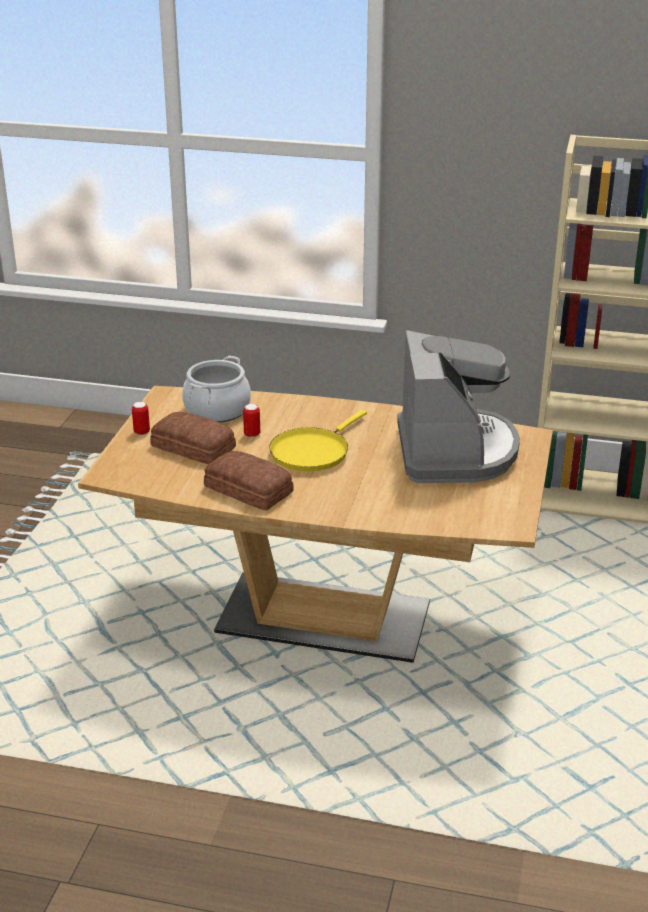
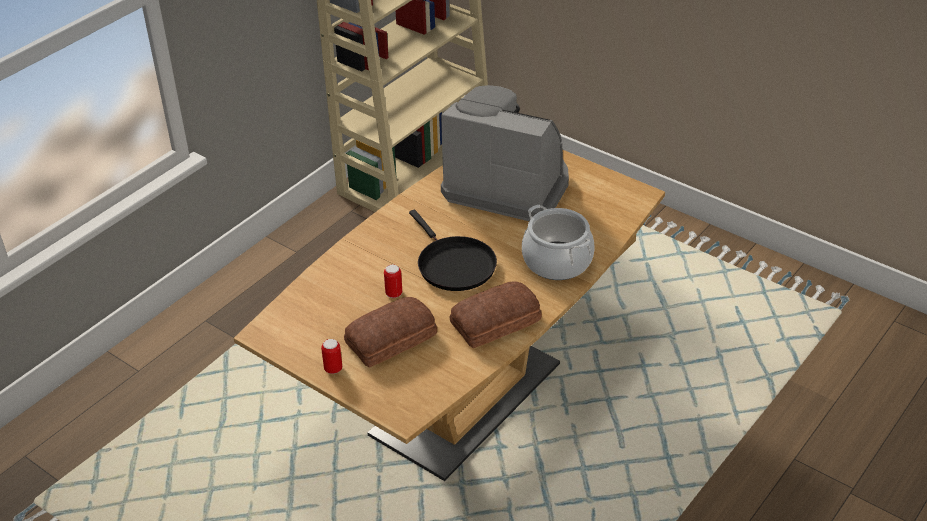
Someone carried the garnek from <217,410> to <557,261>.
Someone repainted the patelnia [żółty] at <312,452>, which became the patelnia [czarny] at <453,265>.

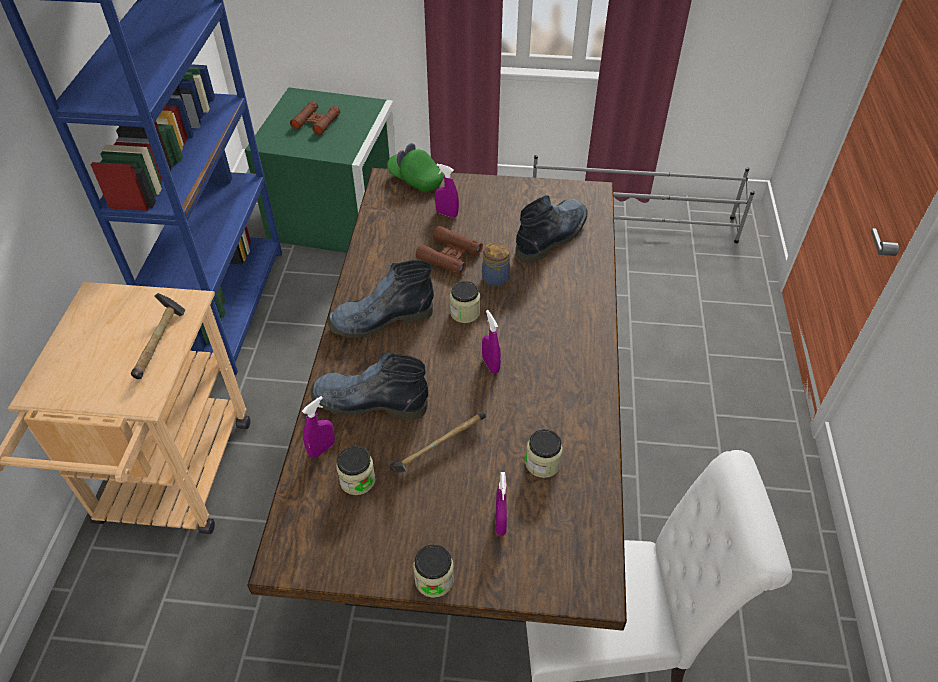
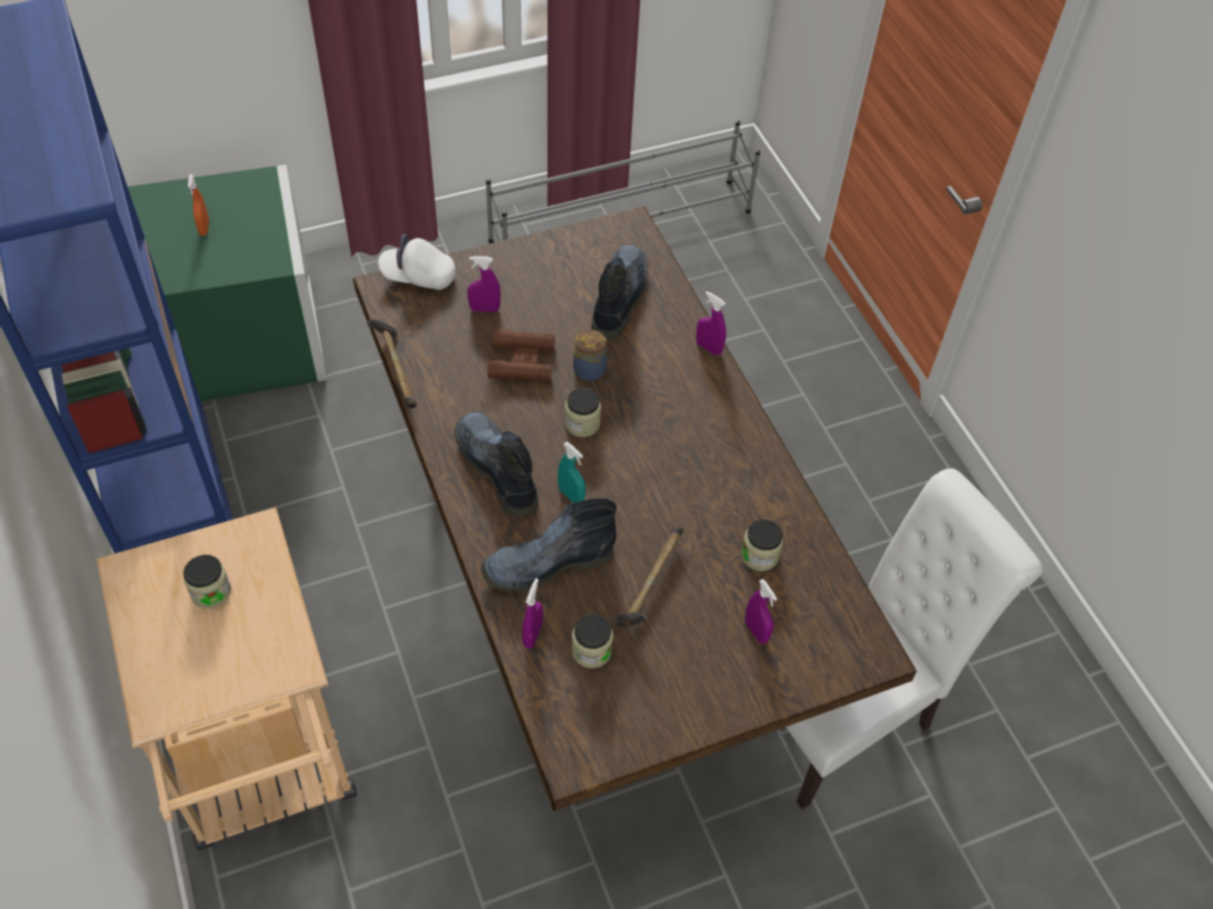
Someone swapped the lornetka [brązowy] at <316,122> for the spryskiwacz [pomarańczowy] at <204,228>.
Someone repainted the czapka z daszkiem [zielony] at <415,180>, which became the czapka z daszkiem [biały] at <418,276>.
Someone rotated the but z cholewką at <380,320> by 105 degrees clockwise.
Someone carried the młotek from <160,343> to <397,370>.
Someone carried the spryskiwacz [fioletowy] from <490,365> to <708,348>.
Someone carried the słoik from <434,579> to <211,591>.
Someone put down the spryskiwacz [turkusowy] at <571,496>.

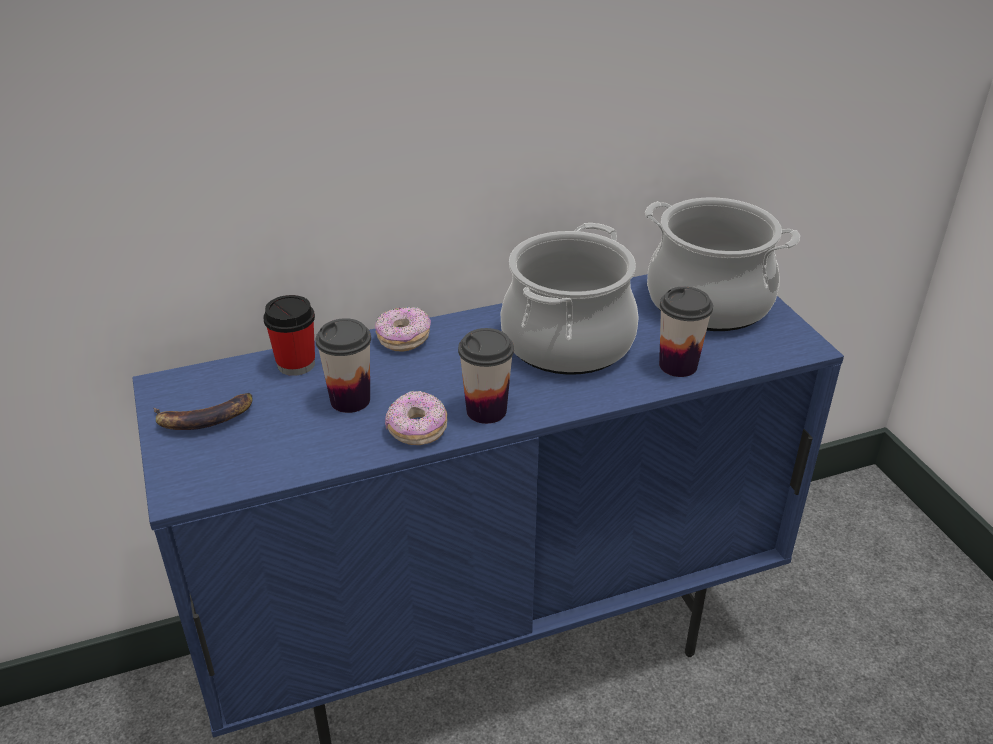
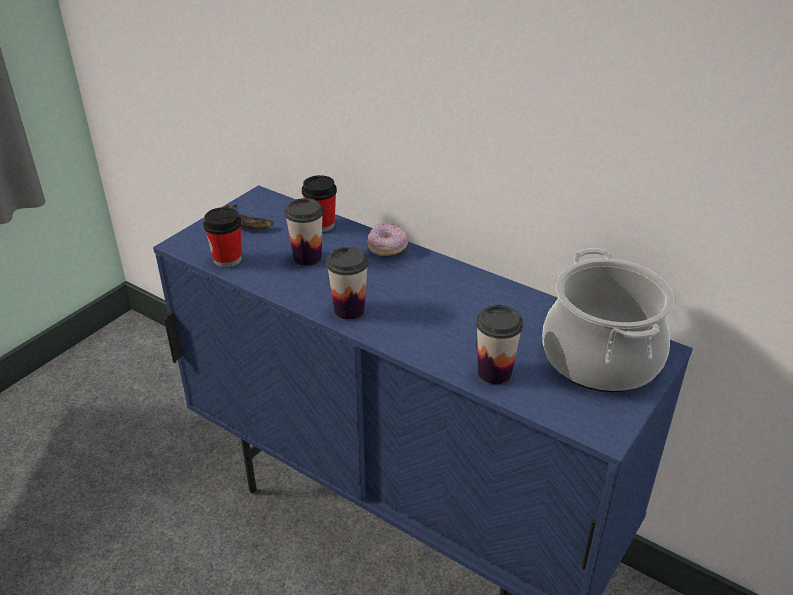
Someone took away the garnek at <567,342>.
Someone took away the donut at <417,430>.
Someone put down the filiżanka at <227,259>.

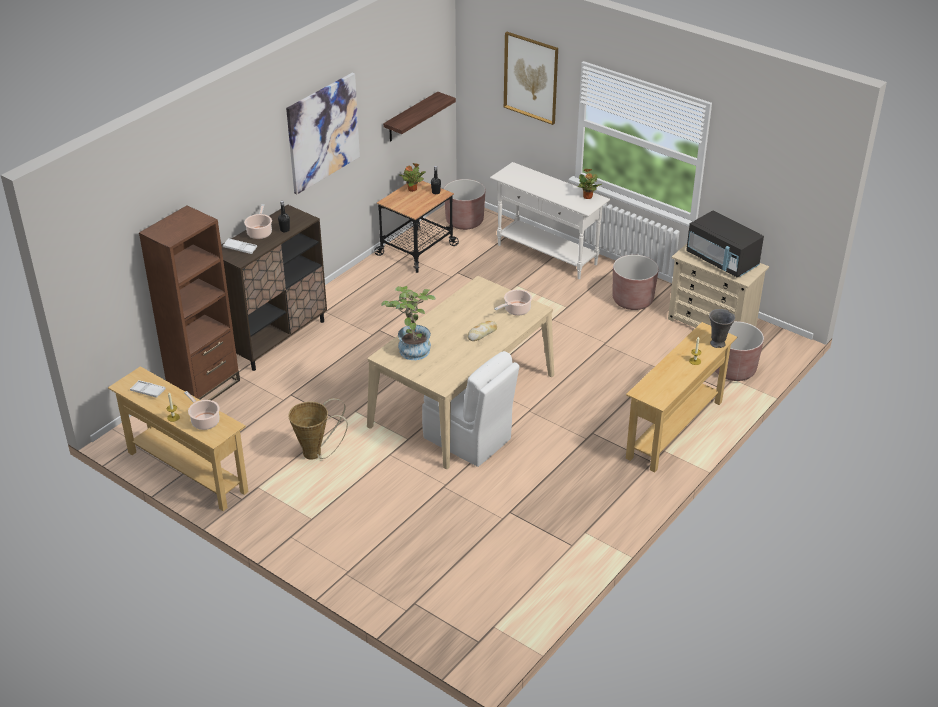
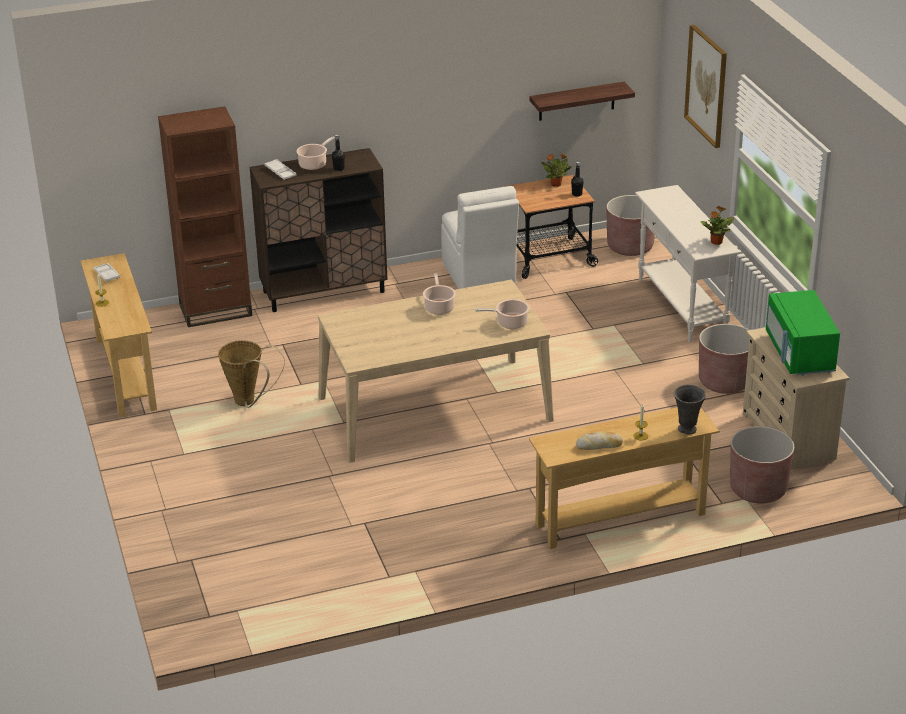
Someone took away the obraz at <323,132>.
Someone repainted the mikrofalówka [czarny] at <722,261>, which became the mikrofalówka [zielony] at <799,354>.
Someone took away the roślina doniczkowa at <411,348>.
Someone carried the chleb from <482,333> to <599,445>.
Someone carried the krzesło [biały] from <469,439> to <479,276>.
Someone carried the garnek from <204,421> to <439,307>.

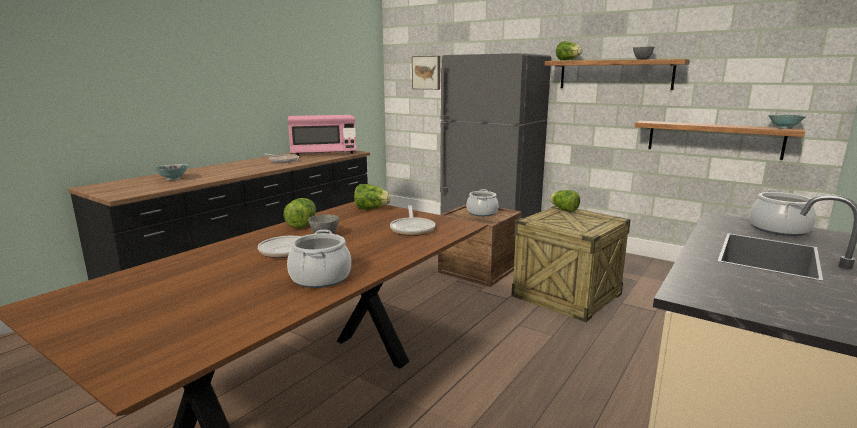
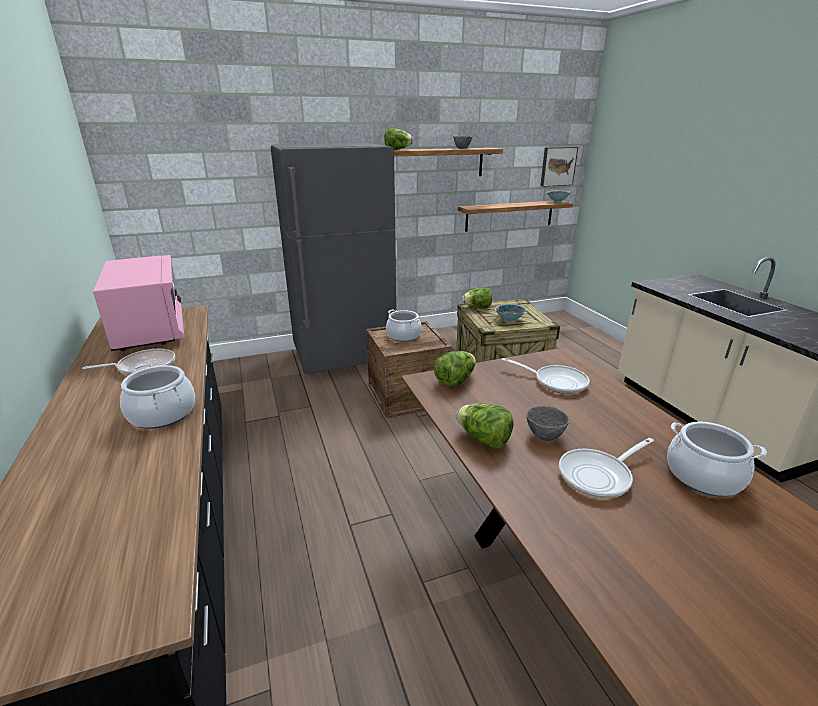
Someone carried the obraz from <427,72> to <557,166>.
Someone rotated the mikrofalówka [różowy] at <323,153> by 45 degrees counterclockwise.
Someone carried the miska from <173,179> to <509,321>.
Someone carried the garnek from <778,229> to <162,414>.

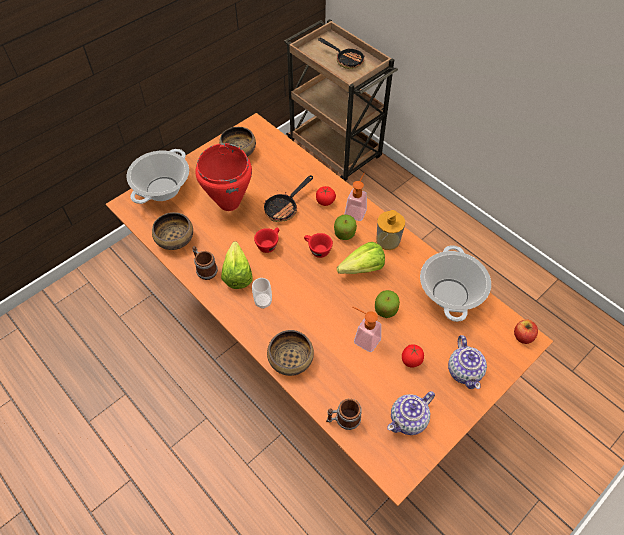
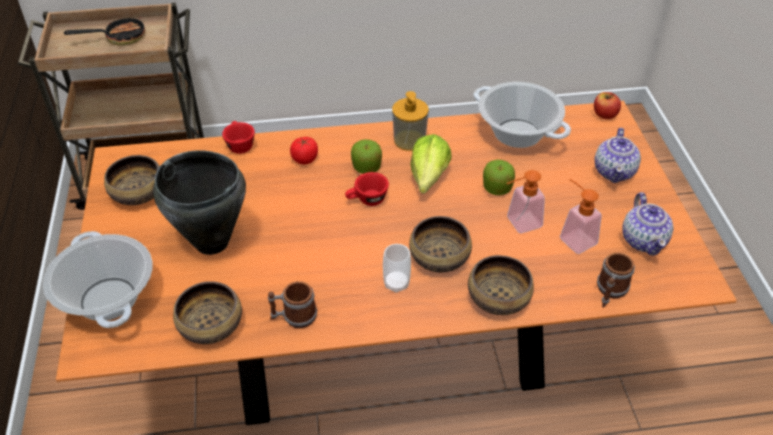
Someone repainted the garnek [czerwony] at <228,203>, which became the garnek [czarny] at <212,243>.
Someone carried the dozownik mydła from <357,210> to <573,237>.
Someone took away the patelnia at <284,208>.
Someone carried the filiżanka [czerwony] from <269,244> to <239,145>.
Someone took away the sałata at <238,271>.
Someone rotated the imbryk at <464,371> by 75 degrees clockwise.
Someone took away the pomidor at <411,361>.
Someone put down the miska at <440,257>.

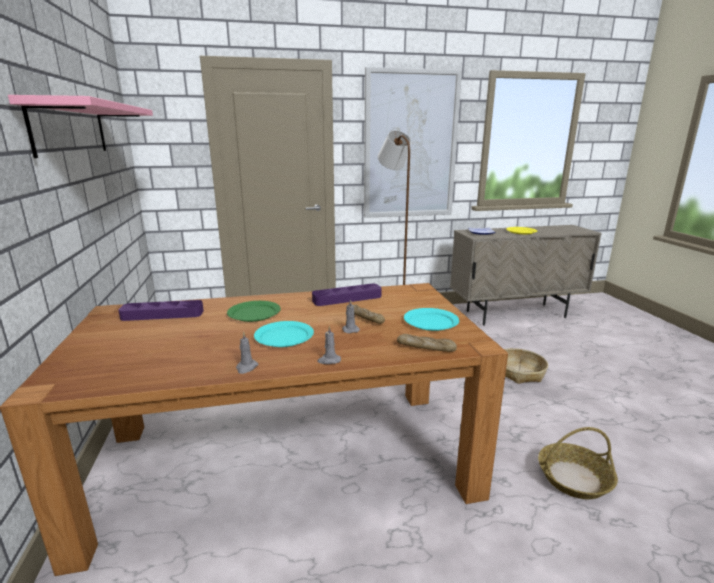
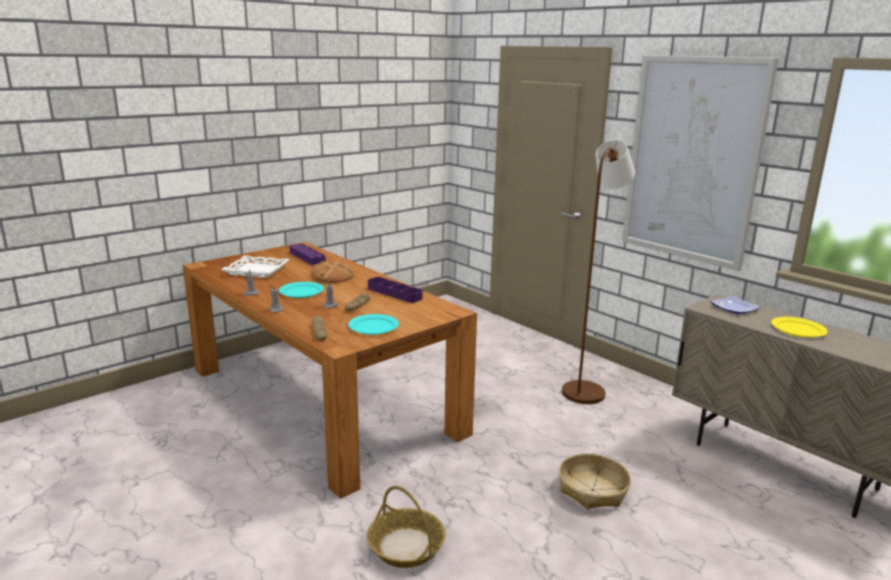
Someone took away the półka [różowy] at <70,129>.
Someone swapped the talerz [zielony] at <254,313> for the chleb at <332,276>.
Someone put down the taca [biały] at <256,271>.

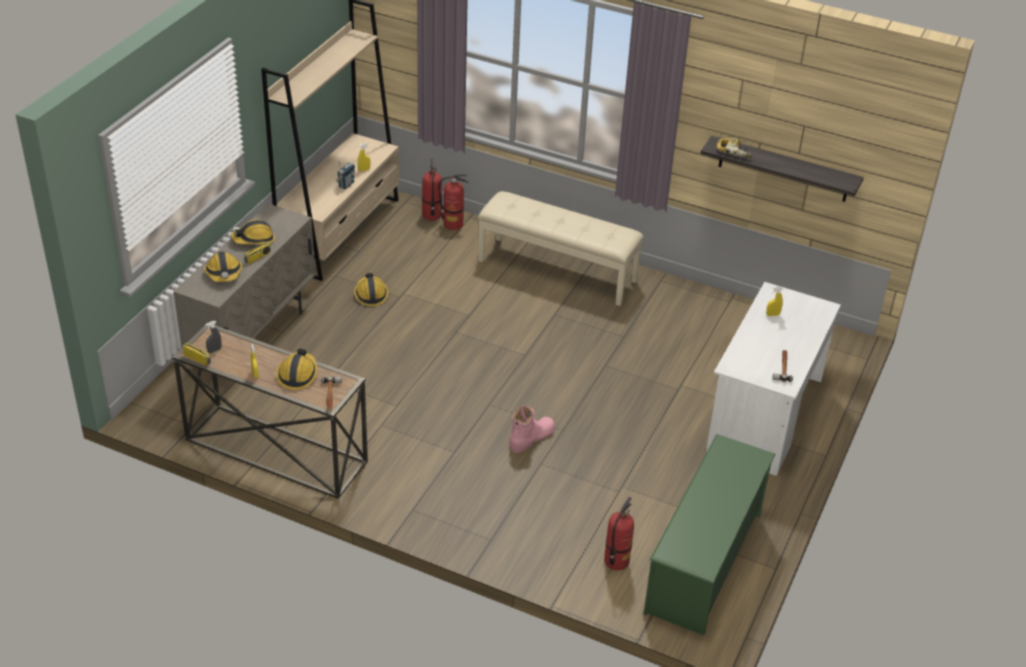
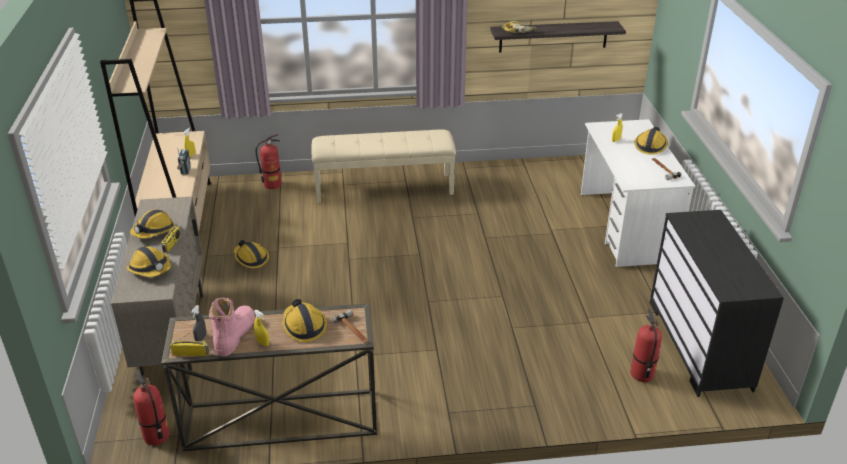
Someone carried the gaśnica from <431,215> to <156,436>.
Someone carried the but z cholewką [różowy] from <531,438> to <234,334>.
Someone swapped the regał na buty [zielony] at <704,562> for the komoda [czarny] at <700,345>.
Someone put down the kask at <650,146>.

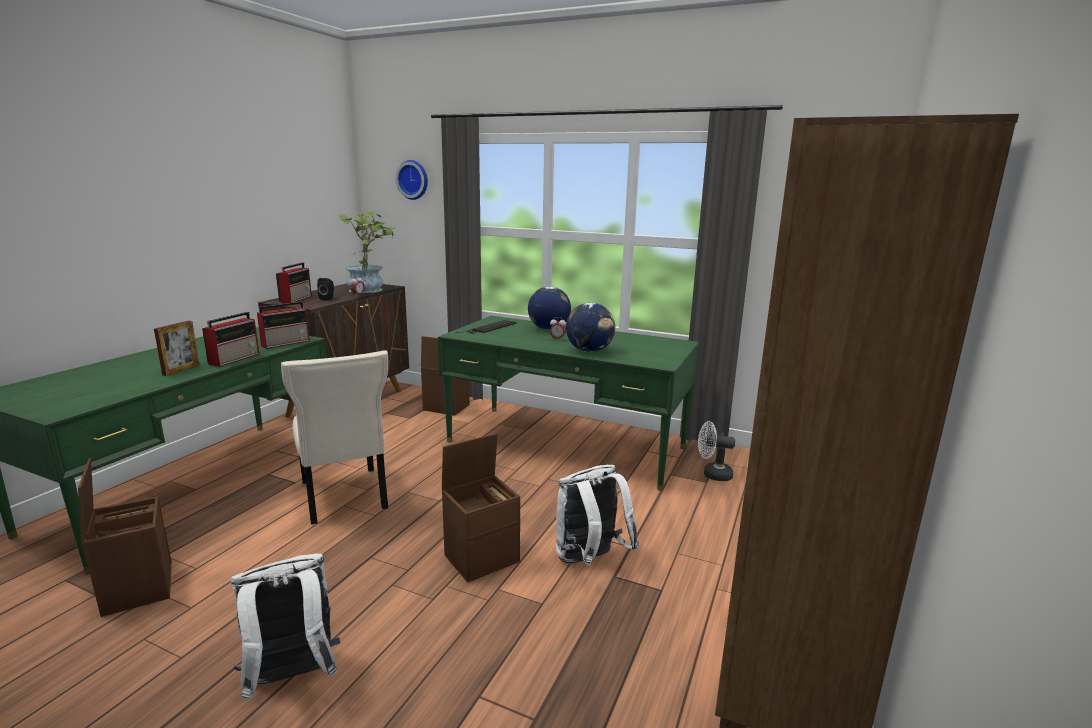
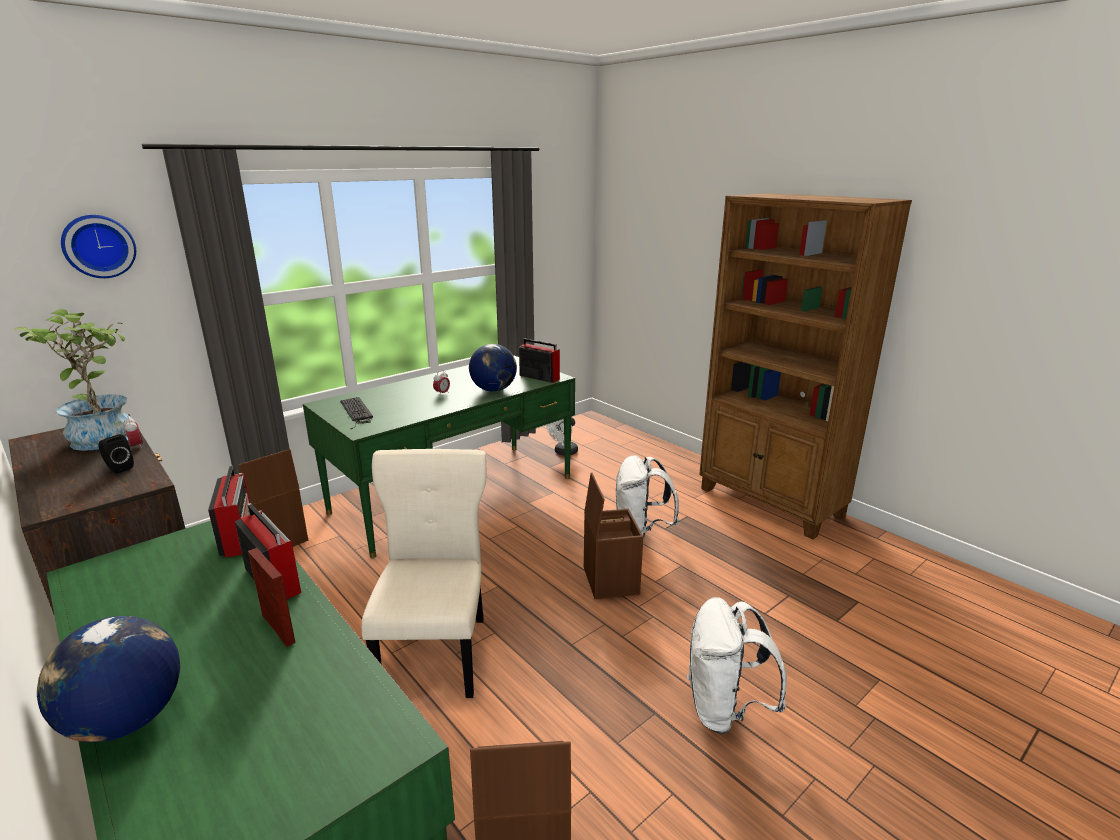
Someone carried the radio from <296,299> to <538,377>.
Someone carried the globus from <548,329> to <126,720>.
Someone rotated the krzesło [beżowy] at <344,497> by 90 degrees counterclockwise.

